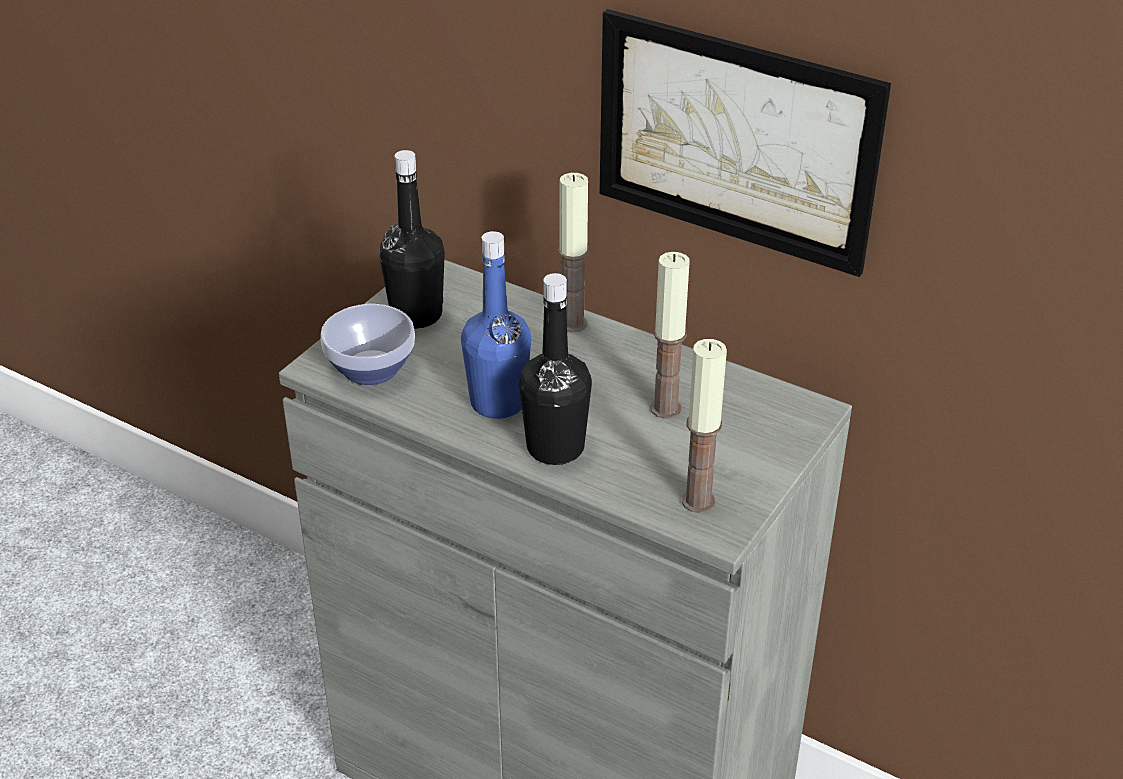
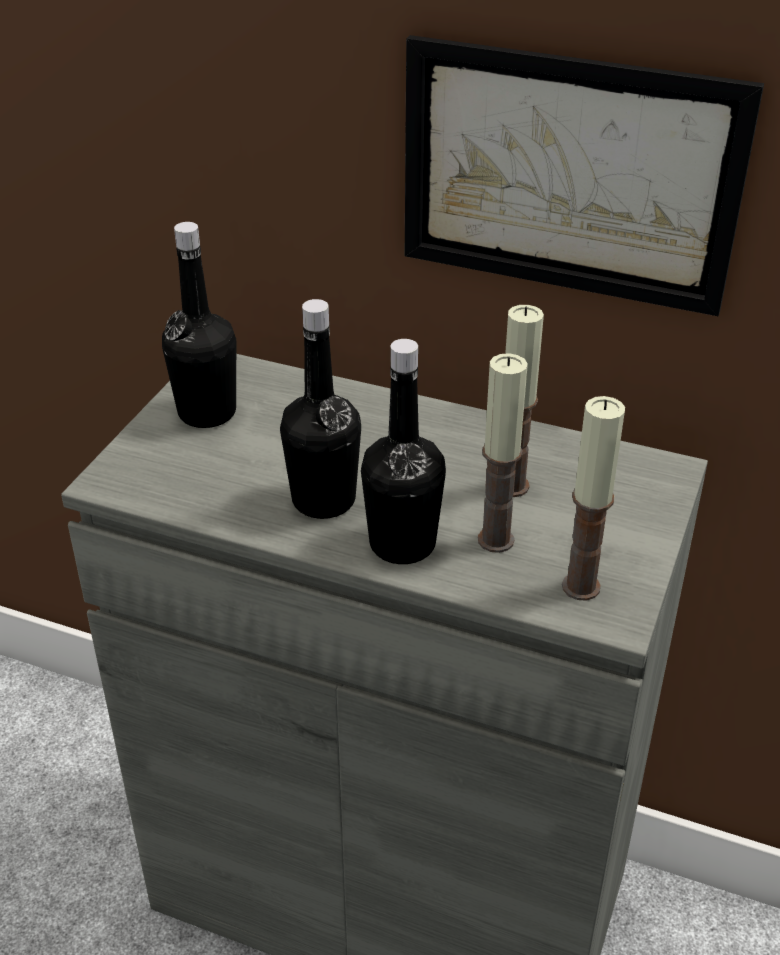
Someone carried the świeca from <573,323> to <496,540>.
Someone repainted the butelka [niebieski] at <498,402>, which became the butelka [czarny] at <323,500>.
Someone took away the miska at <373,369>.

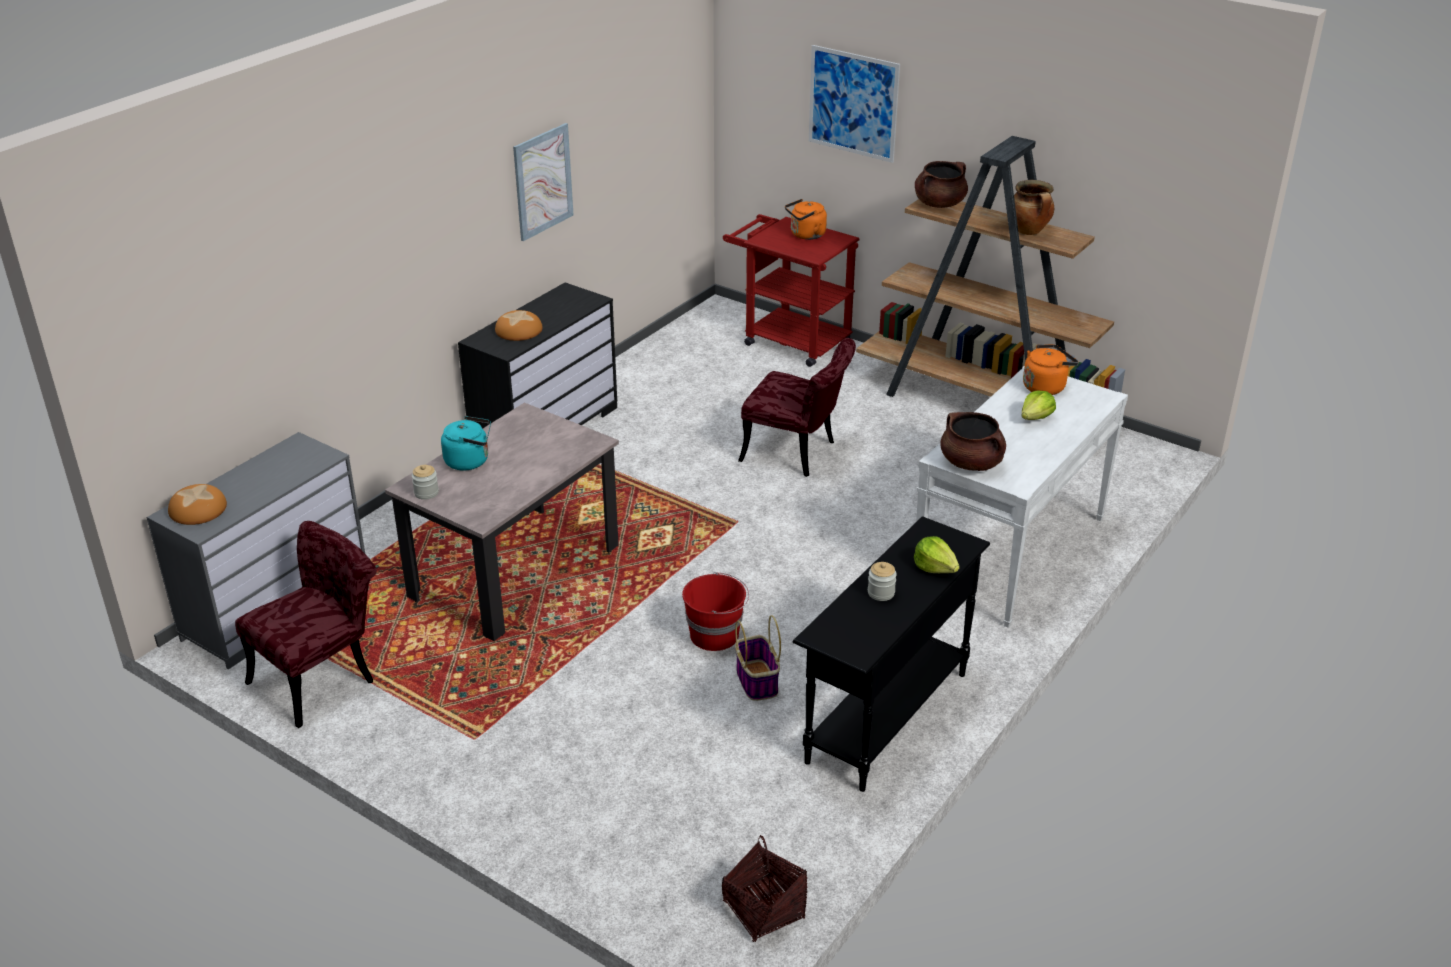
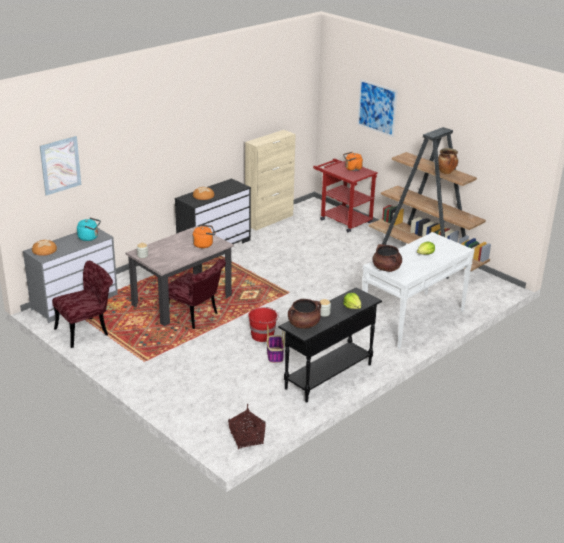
Someone carried the obraz from <543,181> to <60,165>.
Someone carried the garnek [brązowy] from <939,204> to <303,324>.
Someone carried the krzesło [czerwony] from <797,453> to <195,317>.
Someone carried the czajnik [pomarańczowy] from <1045,386> to <204,244>.
Someone carried the czajnik [turkusowy] from <470,461> to <89,238>.
Someone put down the szafka [beżowy] at <269,220>.

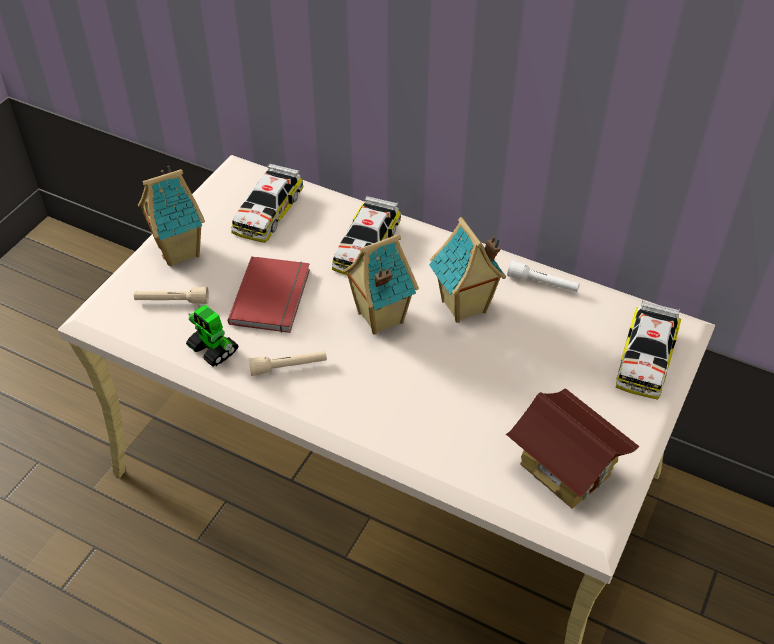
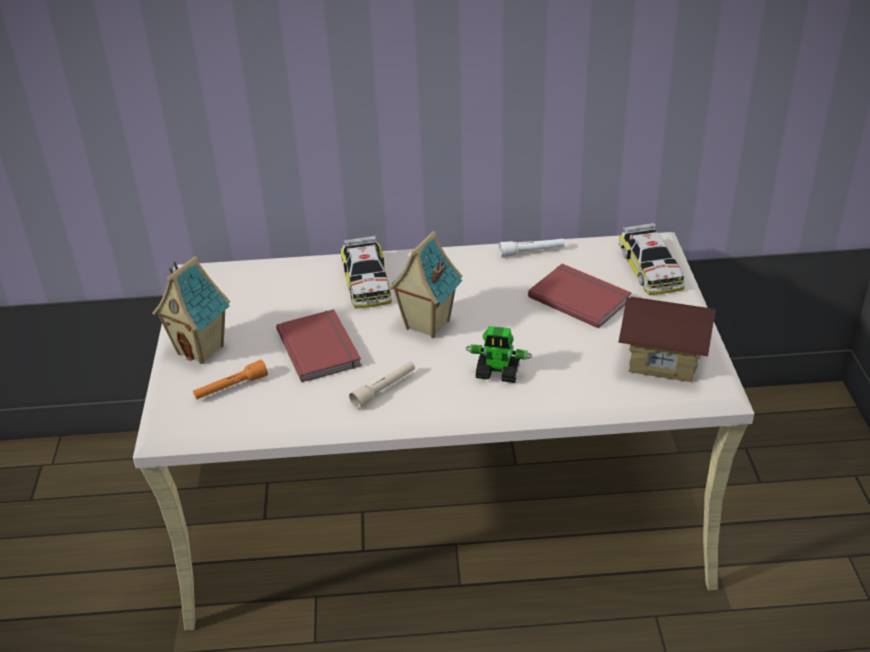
Someone took away the samochodzik at <267,212>.
Someone took away the domek at <464,307>.
Someone repainted the latarka [beżowy] at <172,301>, which became the latarka [pomarańczowy] at <231,387>.
Someone carried the robot zabawkowy from <213,349> to <498,373>.
Someone put down the książka [czerwony] at <580,297>.

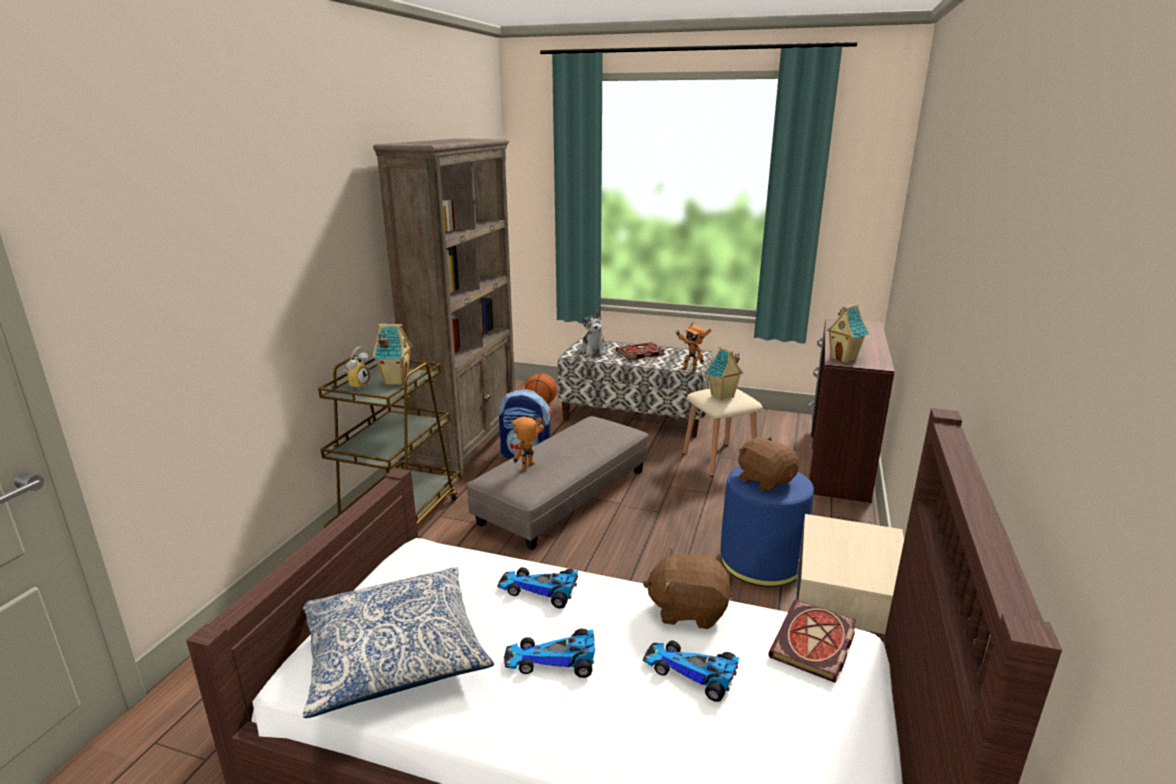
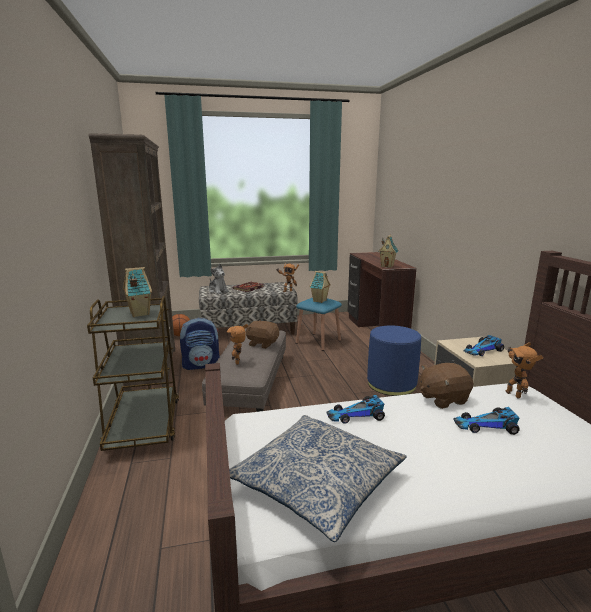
Someone took away the budzik at <358,385>.
Someone repainted the stołek [beżowy] at <719,459>, which became the stołek [niebieski] at <318,341>.
Someone carried the pluszak [brązowy] from <765,480> to <262,344>.
Someone swapped the książka at <814,644> for the robot zabawkowy at <514,394>.
Someone carried the samochodzik from <553,660> to <482,350>.

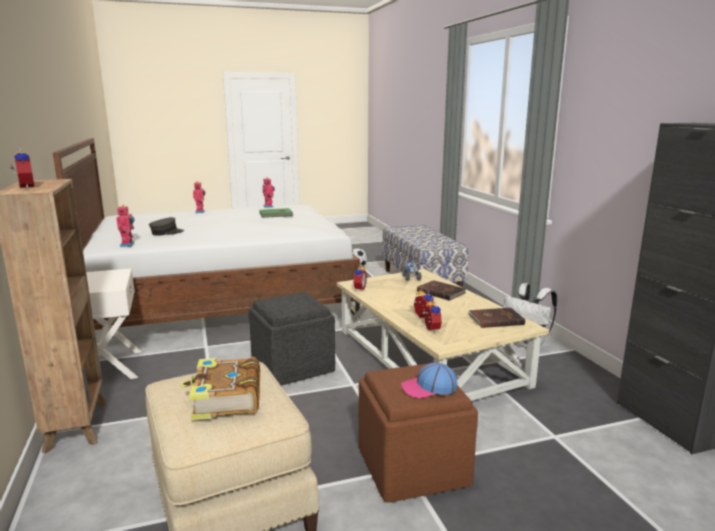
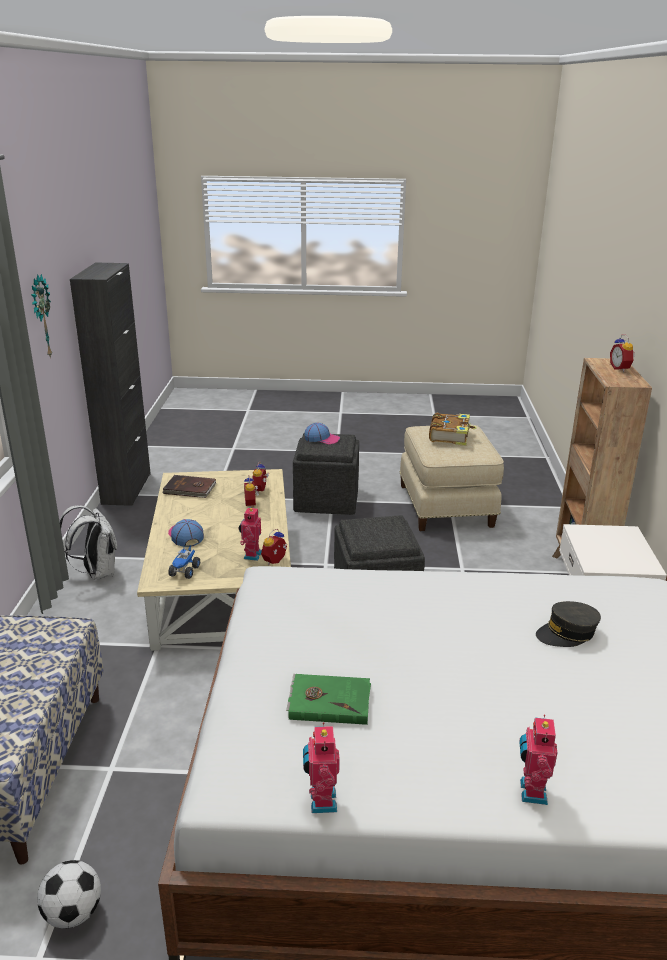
Someone carried the robot zabawkowy from <128,245> to <251,555>.
Someone swapped the książka [brązowy] at <441,292> for the czapka z daszkiem at <185,536>.
Someone repainted the pufa [brązowy] at <414,467>, which became the pufa [szary] at <326,499>.
Someone put up the zegar ścienny at <40,317>.

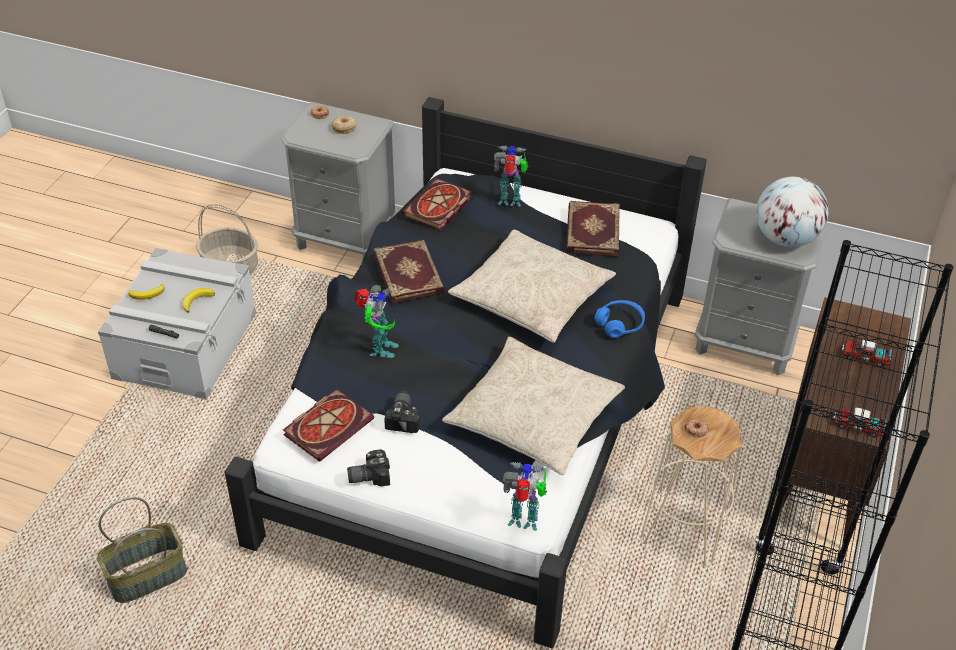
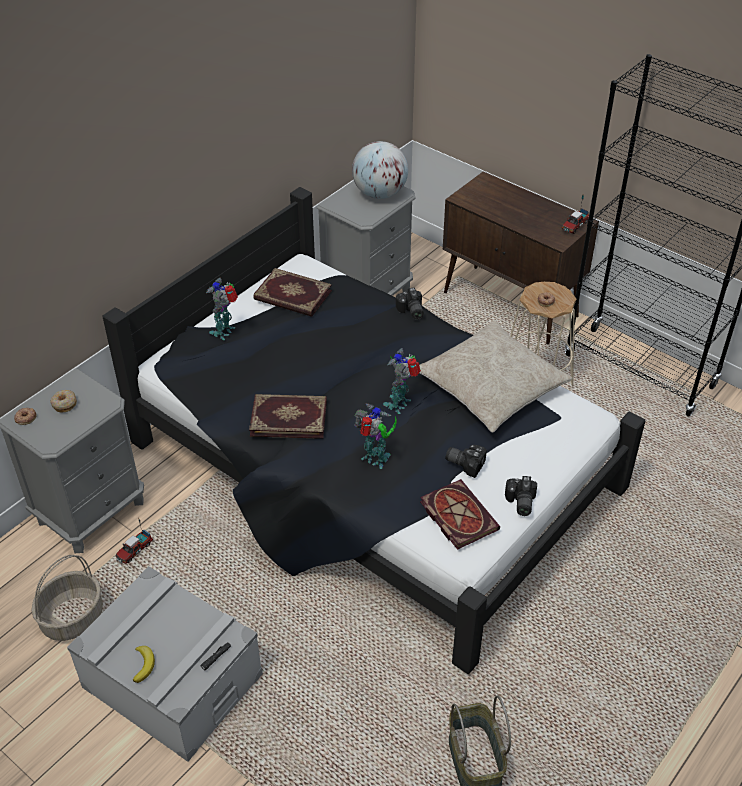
Someone took away the książka at <438,208>.
Someone took away the poduszka [beżowy] at <531,297>.
Someone took away the banan at <197,300>.
Someone swapped the słuchawki [niebieski] at <619,324> for the aparat fotograficzny at <410,311>.
Someone carried the ciężarówka zabawkowa from <865,357> to <134,551>.
Someone carried the robot zabawkowy from <525,521> to <400,403>.

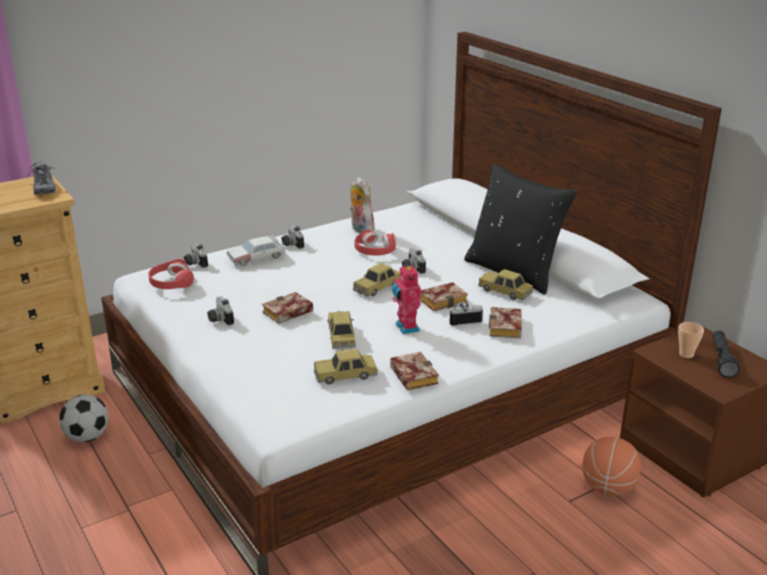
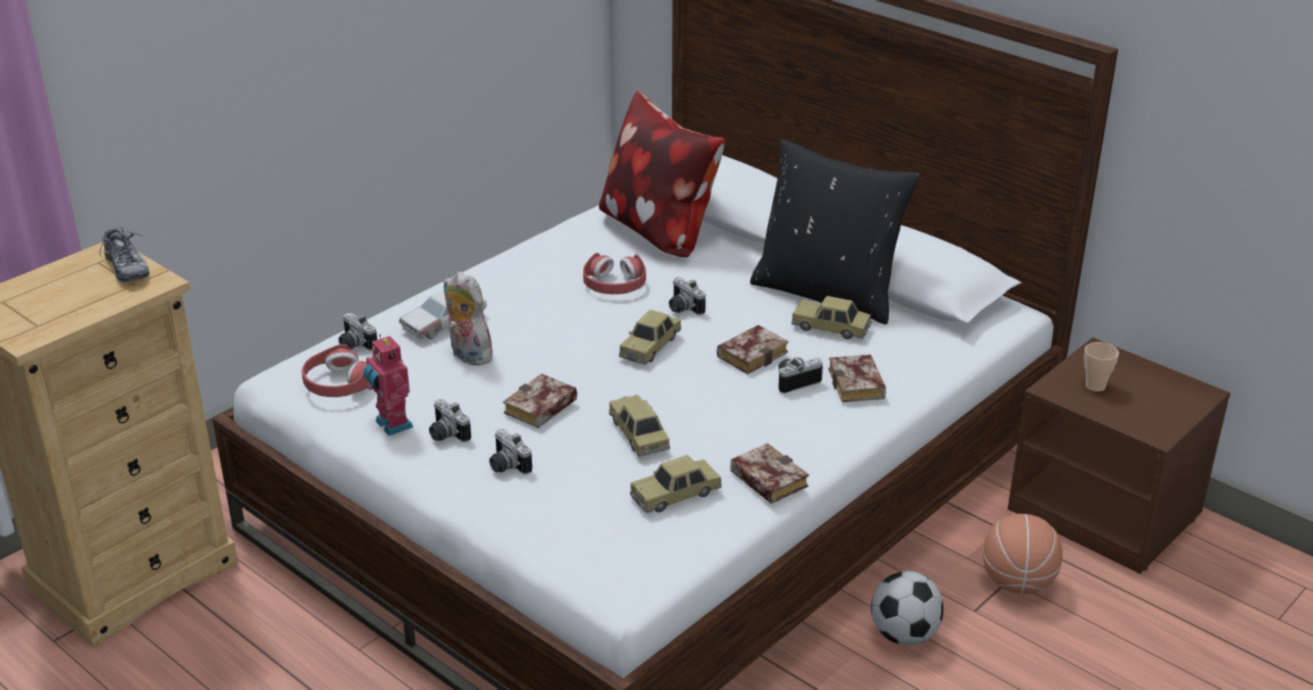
Someone carried the pluszak from <360,229> to <467,355>.
Someone carried the aparat fotograficzny from <291,244> to <506,466>.
Someone carried the robot zabawkowy from <405,328> to <391,425>.
Someone took away the latarka [czarny] at <722,360>.
Someone carried the piłka futbolowa from <87,437> to <904,635>.
Someone put down the poduszka at <658,230>.

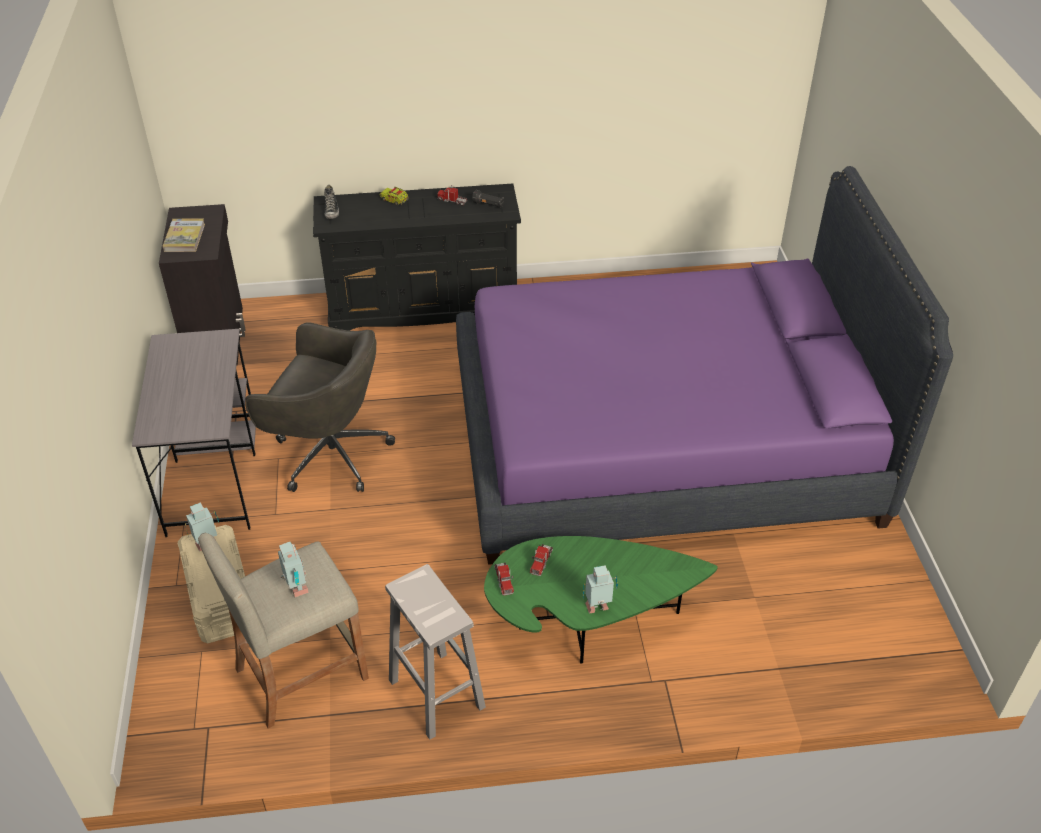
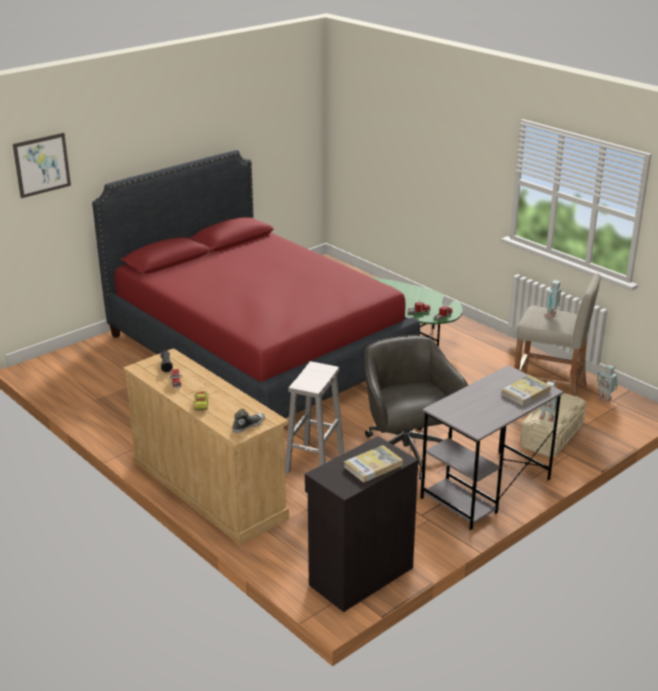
Someone repainted the łóżko [fioletowy] at <663,444>, which became the łóżko [czerwony] at <257,351>.
Someone repainted the komoda [czarny] at <424,306>, which became the komoda [beżowy] at <207,488>.
Someone carried the stołek [biały] from <435,693> to <314,463>.
Someone carried the robot zabawkowy from <598,608> to <604,398>.
Someone put up the obraz at <42,165>.
Someone put down the książka at <525,392>.

